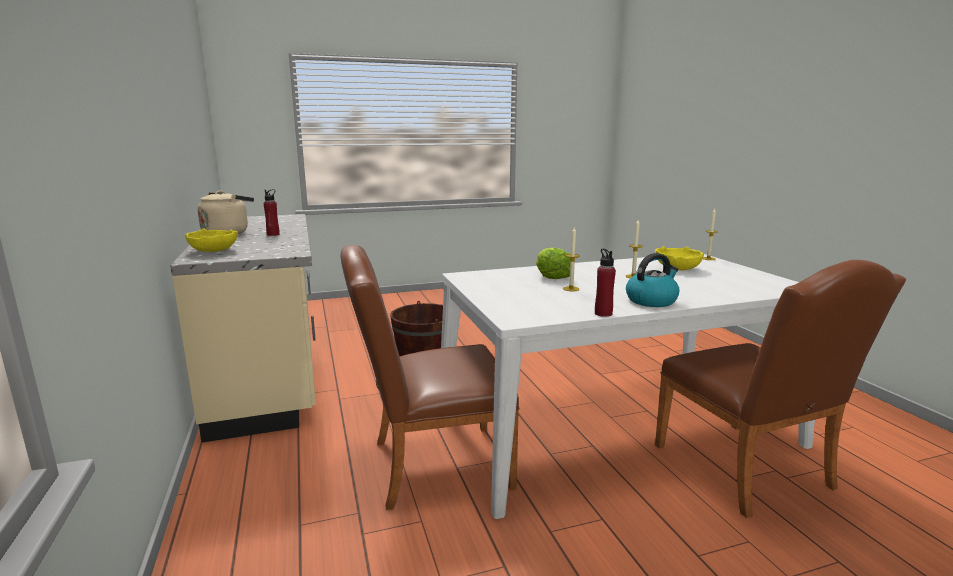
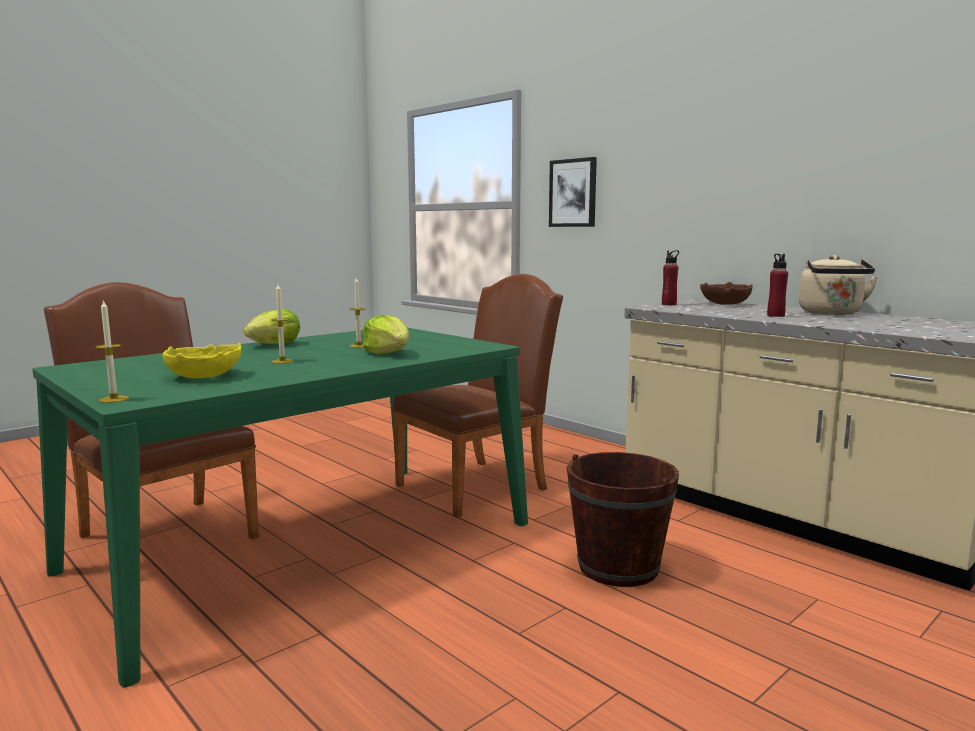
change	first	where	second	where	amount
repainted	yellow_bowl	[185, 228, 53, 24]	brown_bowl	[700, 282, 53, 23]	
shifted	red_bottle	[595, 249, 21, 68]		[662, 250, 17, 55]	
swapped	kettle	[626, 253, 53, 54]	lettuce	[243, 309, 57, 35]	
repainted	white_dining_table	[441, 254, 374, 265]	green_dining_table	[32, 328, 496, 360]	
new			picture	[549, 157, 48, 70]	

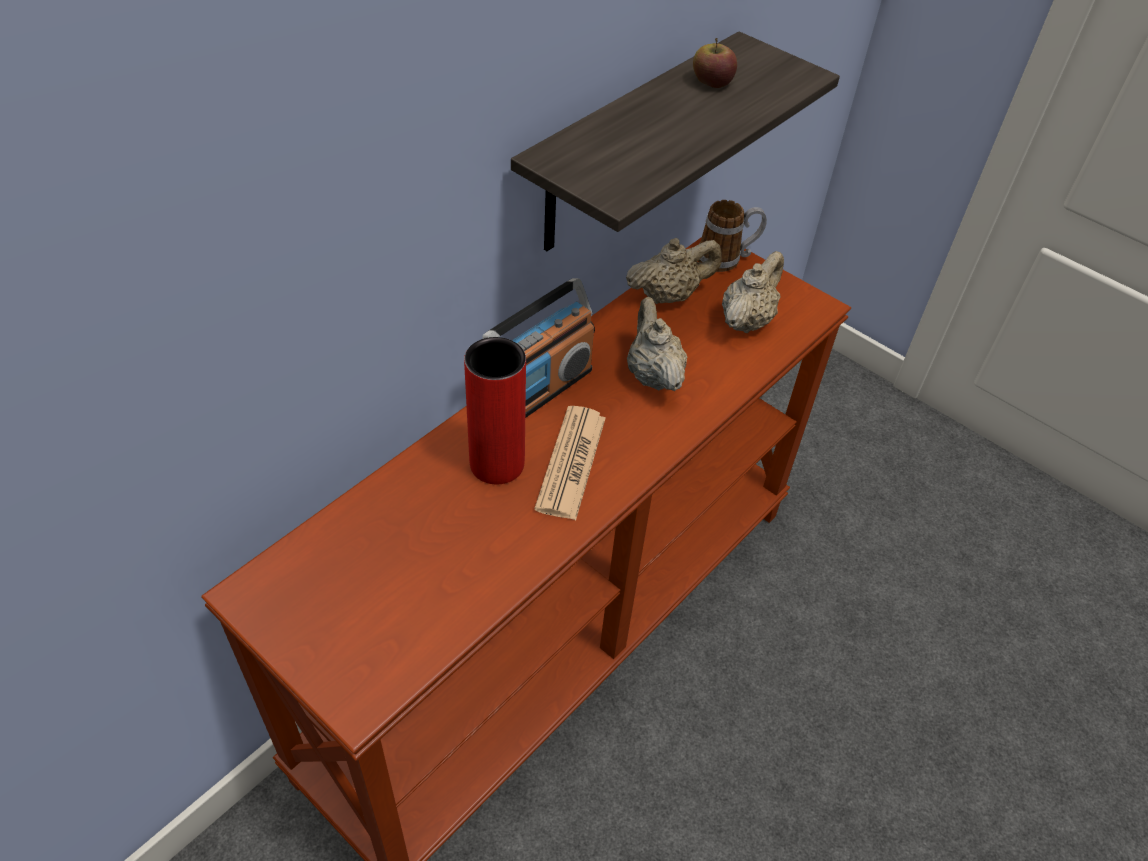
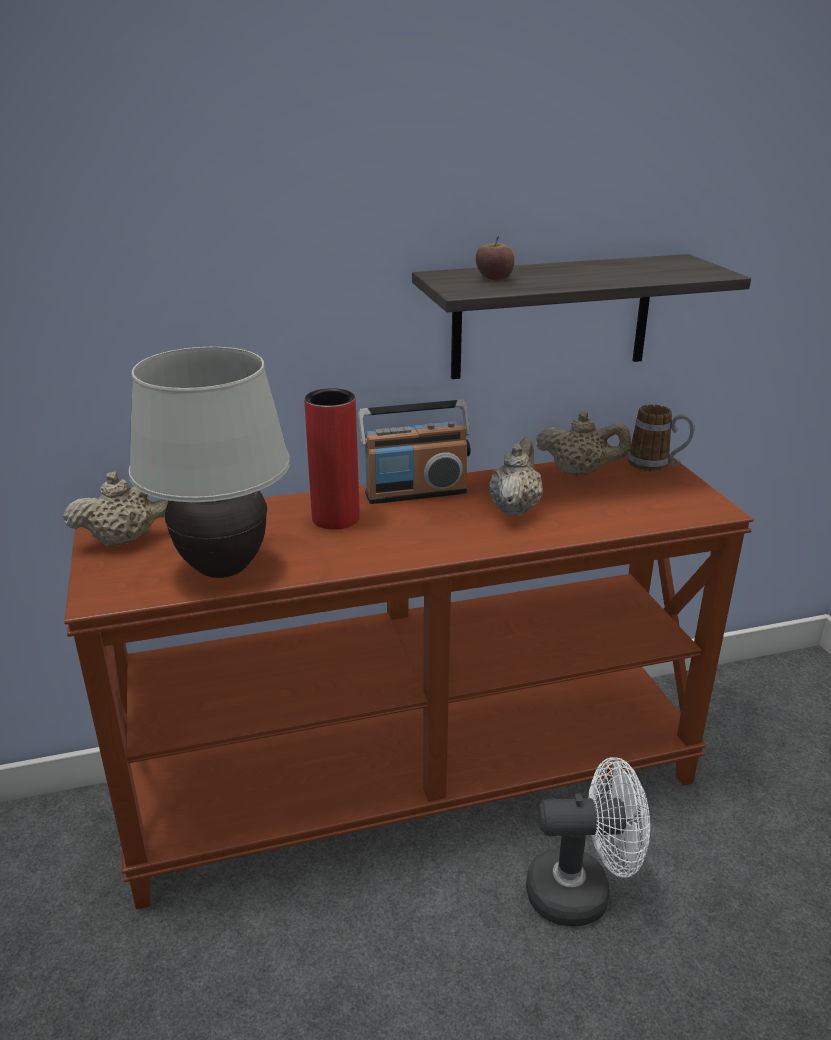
change	first	where	second	where	amount
shifted	apple	[693, 38, 44, 50]		[476, 237, 38, 44]	
shifted	beige_teapot	[722, 251, 62, 82]		[63, 471, 106, 76]	
gone	newspaper	[534, 406, 72, 114]			
new			white_table_lamp	[129, 347, 161, 231]	
new			white_fan	[526, 757, 124, 170]	

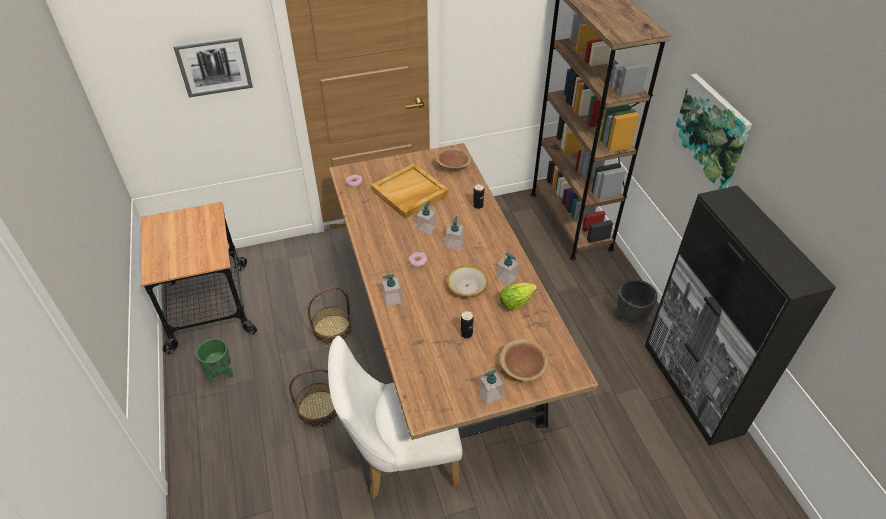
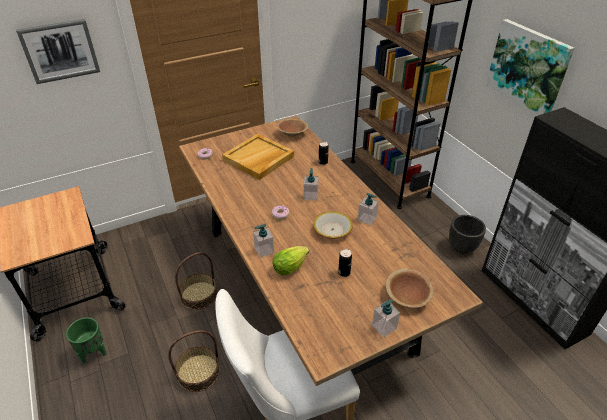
change	first	where	second	where	amount
gone	soap_dispenser	[416, 201, 20, 34]			
shifted	lettuce	[500, 283, 37, 27]		[273, 246, 36, 29]	

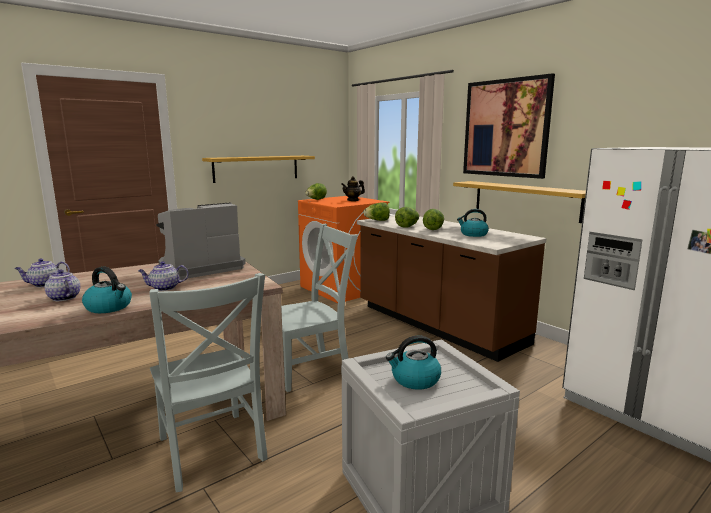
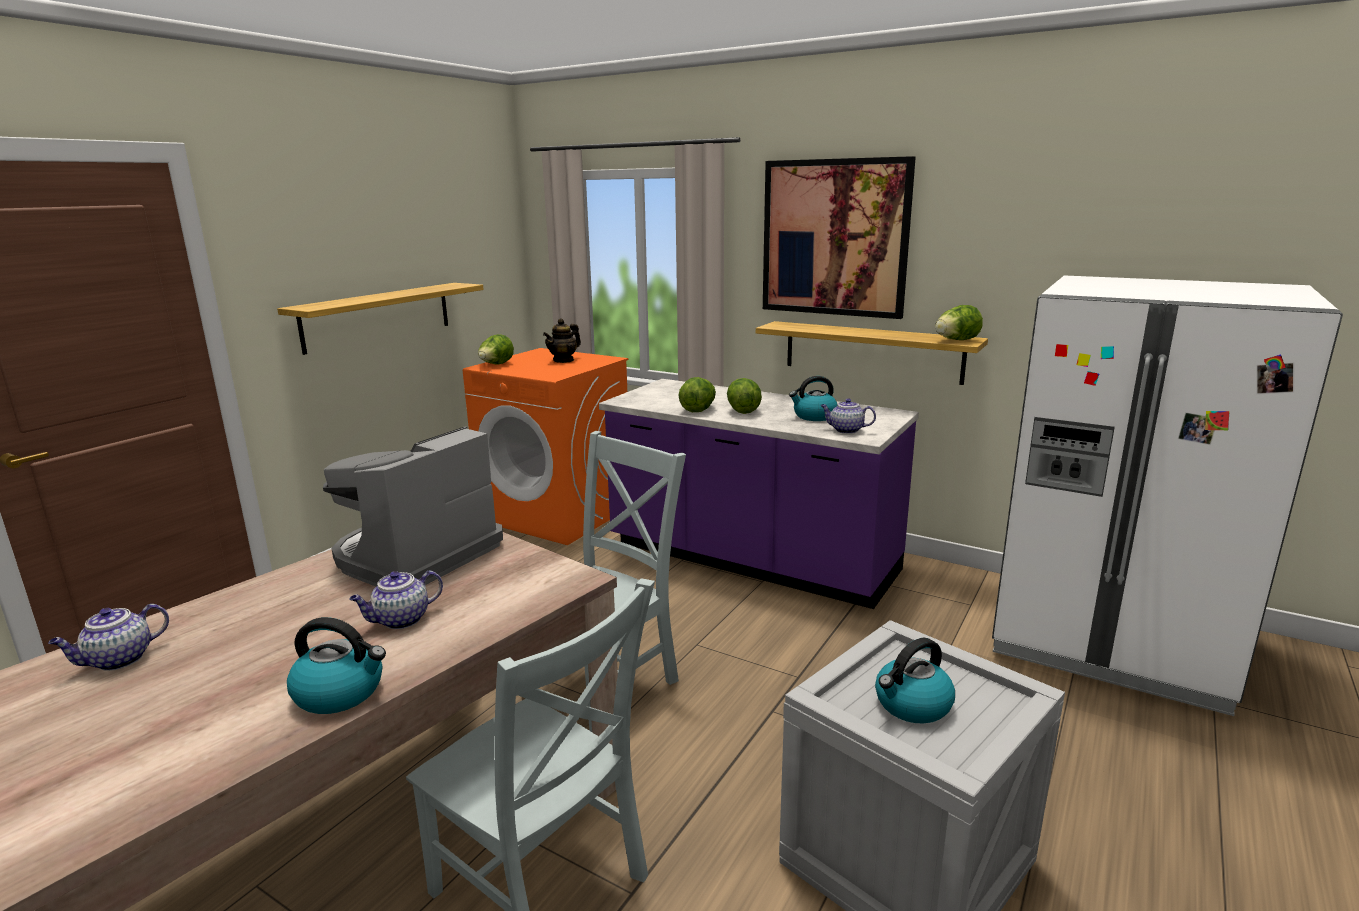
change	first	where	second	where	amount
shifted	lettuce	[364, 203, 26, 18]		[935, 305, 48, 35]	
repainted	brown_counter	[357, 215, 189, 147]	purple_counter	[599, 379, 320, 230]	
shifted	teapot	[45, 270, 35, 31]		[820, 398, 56, 36]	

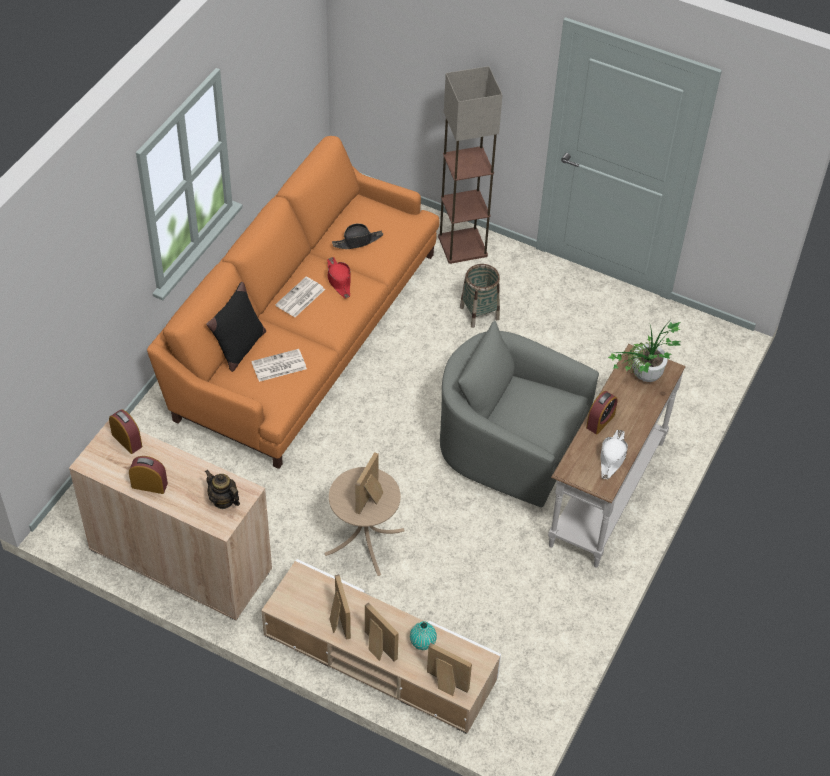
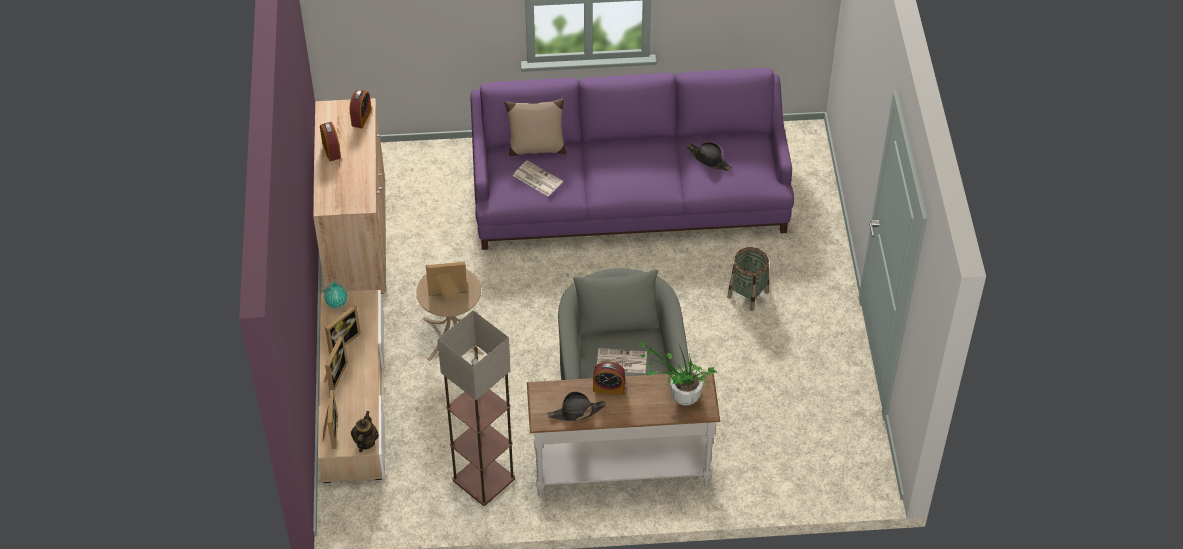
change	first	where	second	where	amount
shifted	floor_lamp	[438, 66, 64, 198]		[437, 310, 78, 196]	
repainted	orange_sofa	[147, 136, 293, 333]	purple_sofa	[470, 68, 324, 182]	
gone	red_hat	[327, 257, 24, 41]			
shifted	newspaper	[275, 277, 50, 40]		[597, 348, 50, 25]	
repainted	black_pillow	[206, 282, 60, 90]	beige_pillow	[504, 99, 62, 57]	
repainted	white_hat	[600, 430, 28, 49]	black_hat	[547, 391, 59, 30]	
shifted	teapot	[205, 470, 35, 39]		[351, 411, 28, 41]	
shifted	turquoise_vase	[410, 621, 27, 29]		[324, 282, 23, 26]	

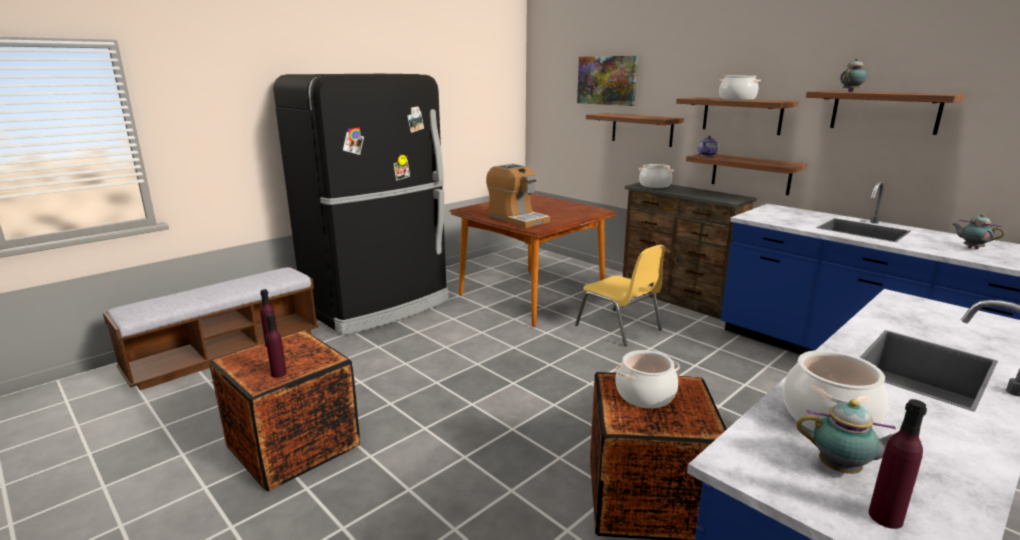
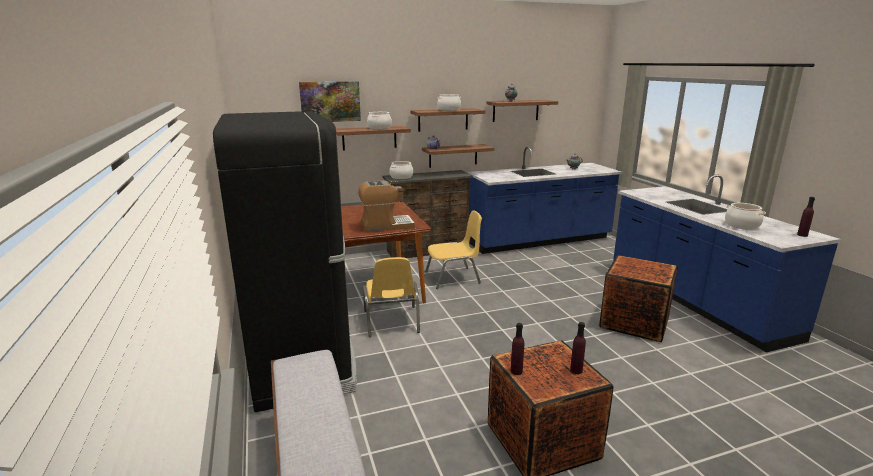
change	first	where	second	where	amount
shifted	cooking_pot	[615, 350, 65, 58]		[367, 112, 25, 17]	
gone	teapot	[797, 399, 99, 75]			
new			yellow_chair	[363, 257, 57, 80]	

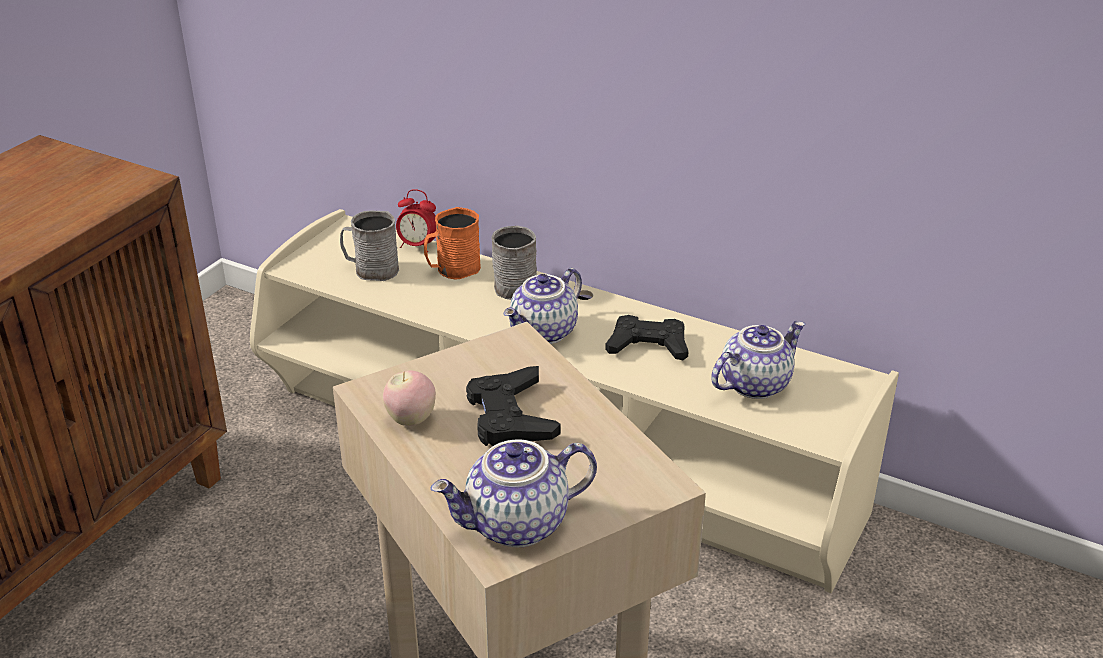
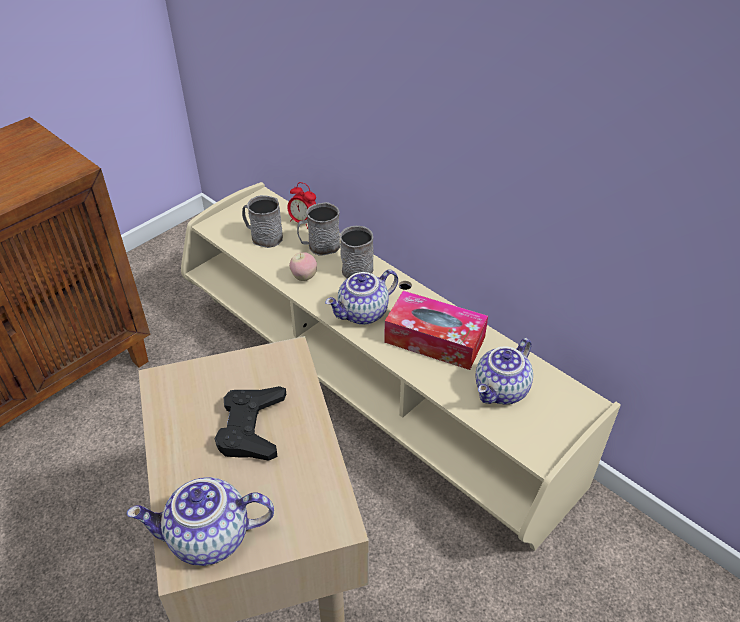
change	first	where	second	where	amount
repainted	orange_mug	[424, 207, 57, 73]	grey_mug	[297, 202, 43, 53]	
swapped	black_game_controller	[605, 315, 84, 45]	tissue_box	[384, 291, 104, 79]	
rotated	teapot	[711, 321, 94, 78]		[475, 338, 58, 66]	150 degrees clockwise
shifted	apple	[383, 370, 53, 56]		[289, 252, 28, 29]	

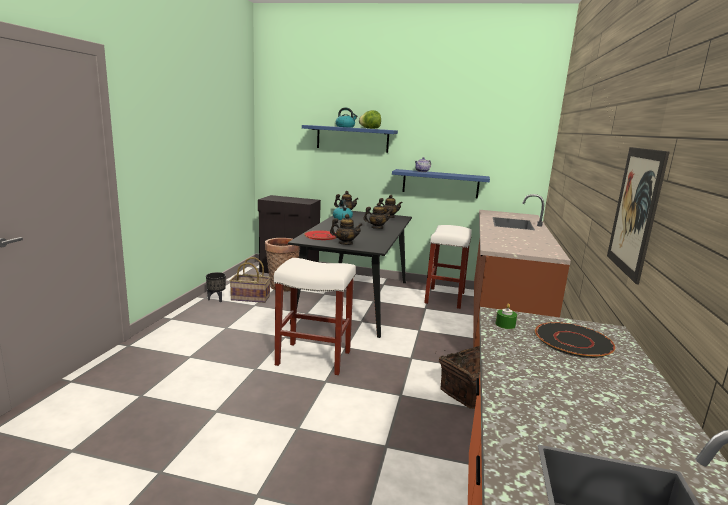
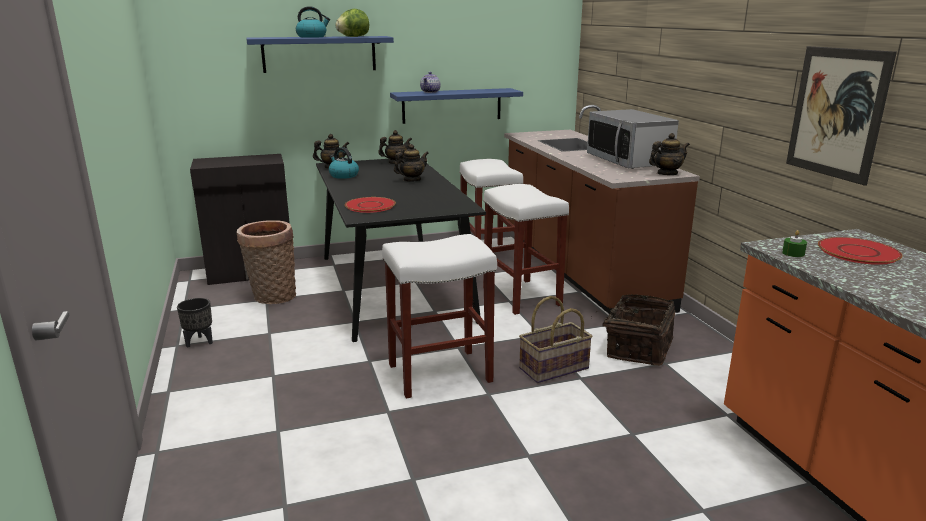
change	first	where	second	where	amount
shifted	teapot	[330, 214, 33, 31]		[649, 133, 41, 42]	
shifted	basket	[230, 257, 41, 46]		[519, 296, 73, 87]	
repainted	black_plate	[535, 322, 80, 36]	red_plate	[818, 237, 85, 28]	
new			microwave	[587, 109, 92, 60]	
new			white_stool	[483, 184, 86, 131]	

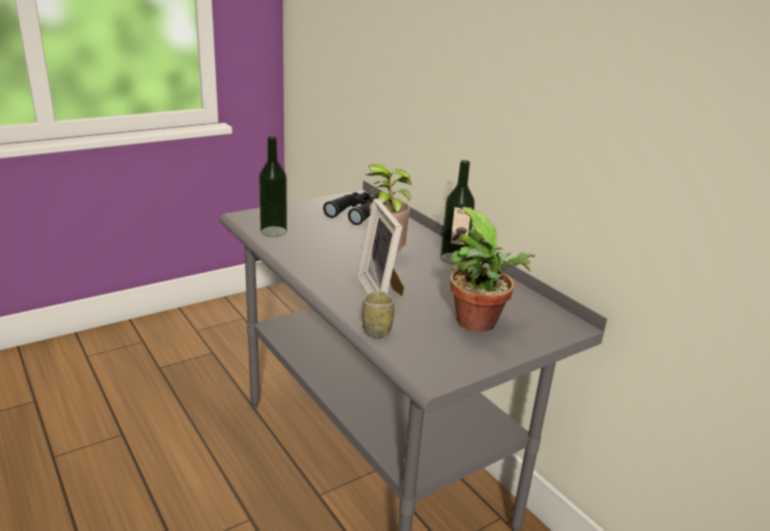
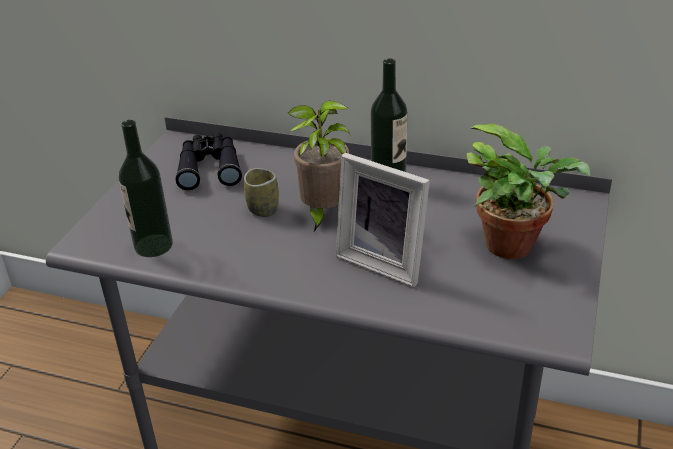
change	first	where	second	where	amount
shifted	cup	[362, 291, 32, 47]		[244, 168, 35, 49]	

